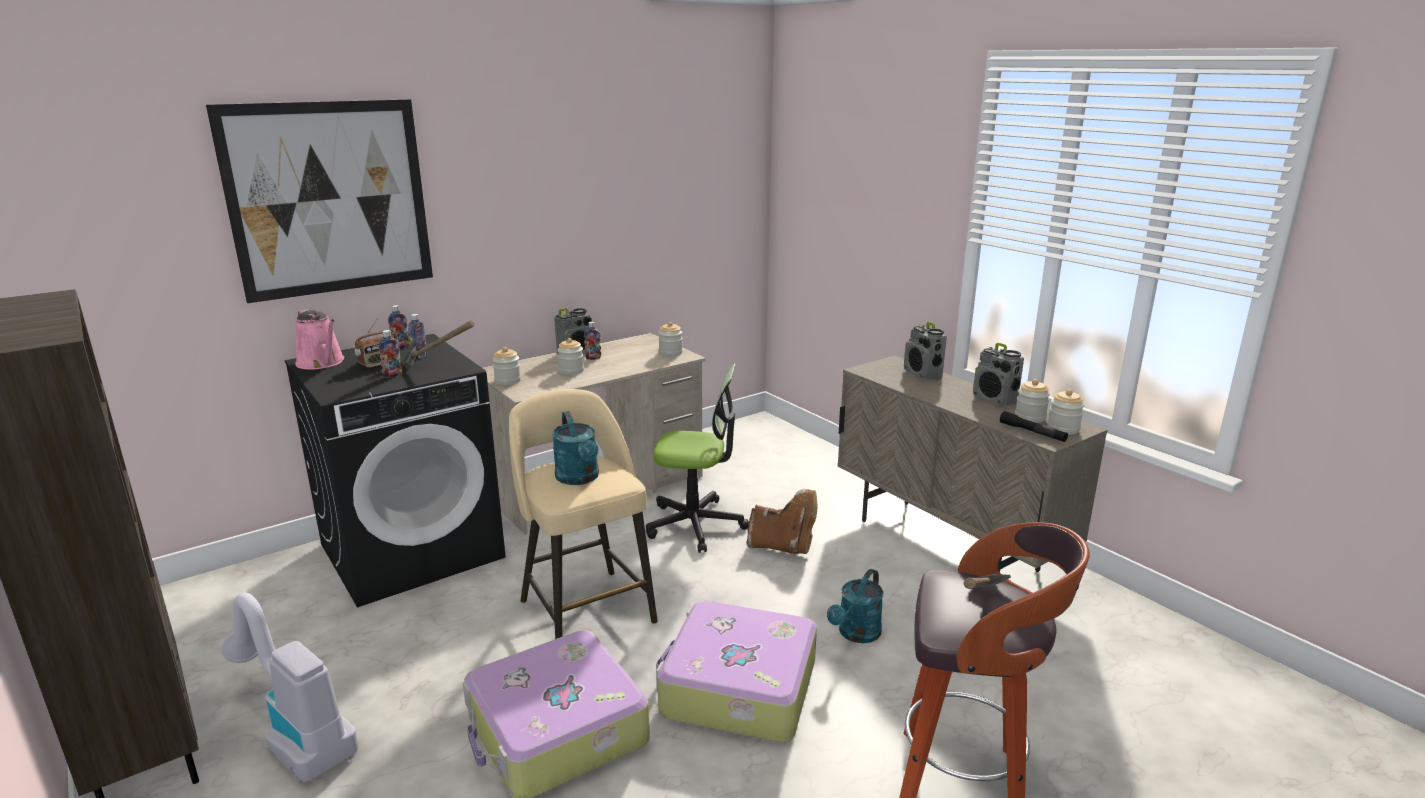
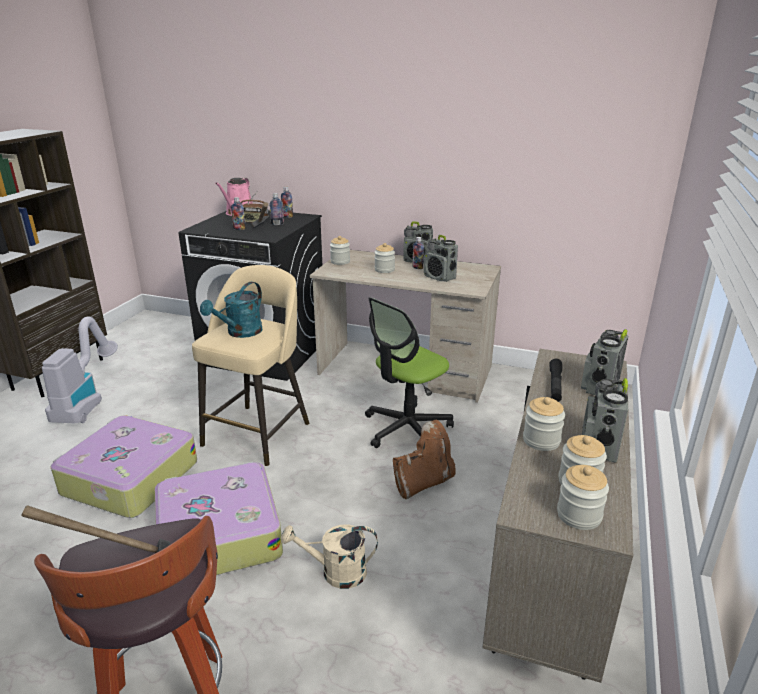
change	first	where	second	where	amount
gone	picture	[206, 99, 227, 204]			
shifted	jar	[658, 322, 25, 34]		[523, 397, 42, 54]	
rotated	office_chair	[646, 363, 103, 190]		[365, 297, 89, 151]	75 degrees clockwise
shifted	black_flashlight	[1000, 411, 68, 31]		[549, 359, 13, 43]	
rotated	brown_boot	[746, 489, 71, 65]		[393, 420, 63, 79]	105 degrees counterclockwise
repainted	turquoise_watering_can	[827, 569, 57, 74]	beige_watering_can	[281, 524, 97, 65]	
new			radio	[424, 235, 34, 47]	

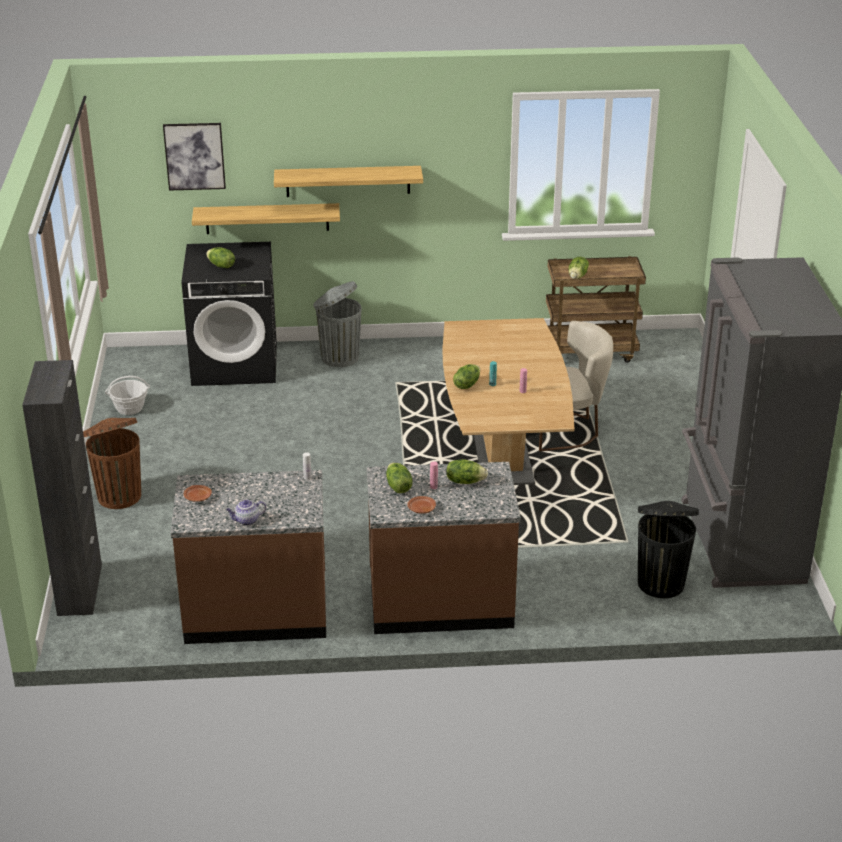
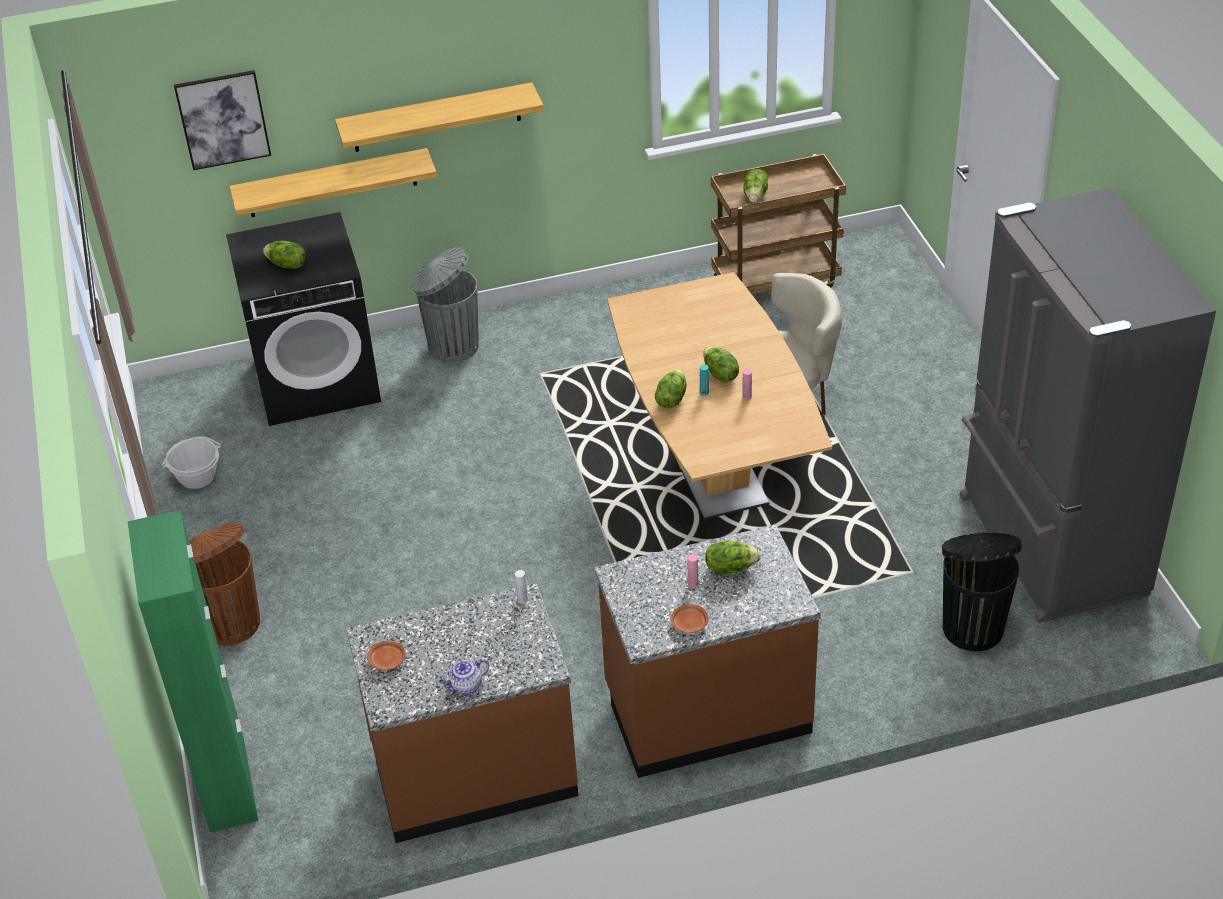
change	first	where	second	where	amount
repainted	black_cabinet	[22, 360, 80, 256]	green_cabinet	[128, 510, 130, 323]	
shifted	lettuce	[386, 463, 27, 30]		[703, 347, 36, 35]	

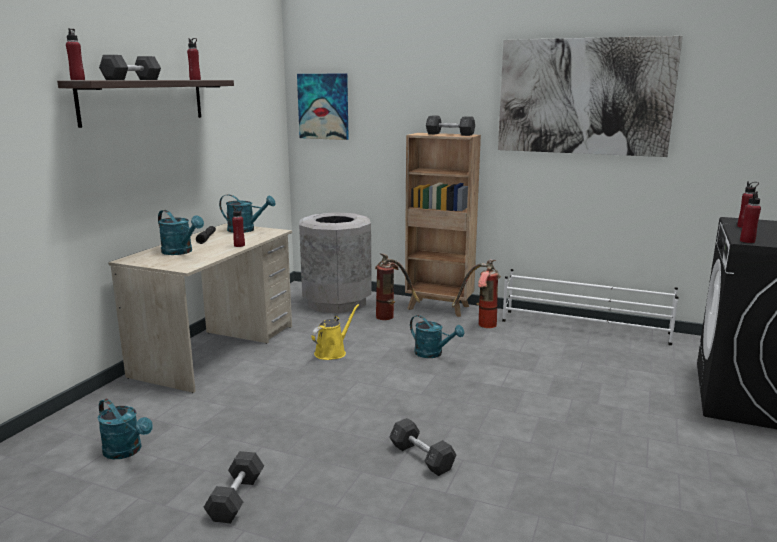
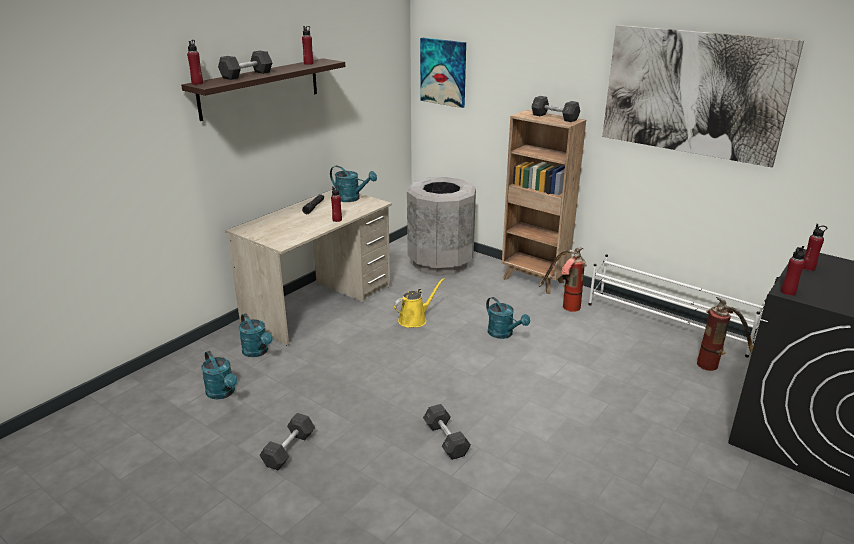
change	first	where	second	where	amount
shifted	turquoise_watering_can	[158, 210, 46, 45]		[239, 313, 34, 44]	
shifted	fire_extinguisher	[375, 253, 45, 67]		[697, 297, 56, 74]	

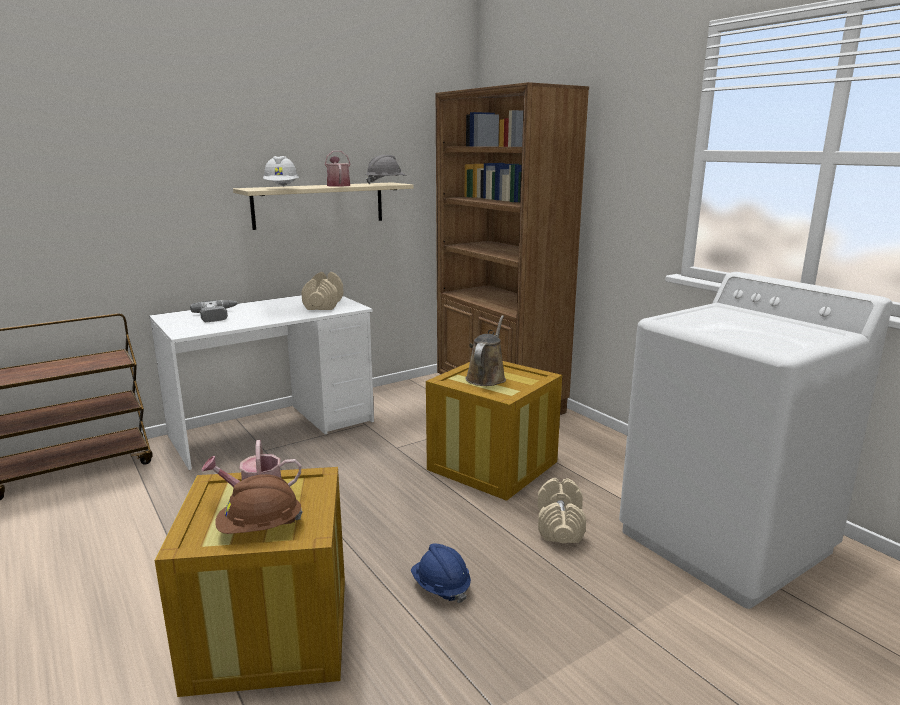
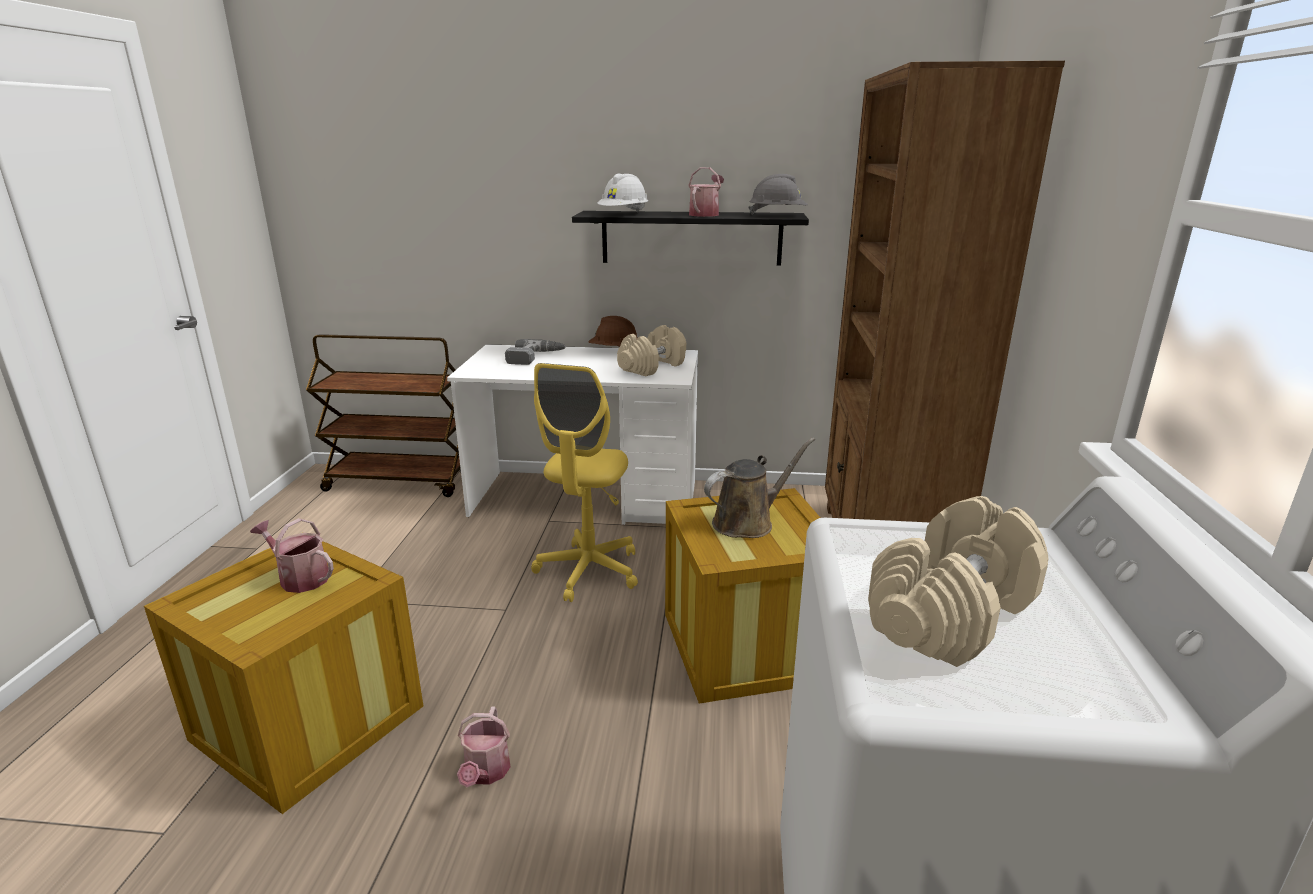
change	first	where	second	where	amount
repainted	beige_shelf	[233, 182, 180, 48]	black_shelf	[572, 211, 237, 55]	
shifted	brown_hard_hat	[215, 474, 88, 60]		[588, 316, 49, 31]	
shifted	beige_dumbbell	[538, 478, 48, 65]		[868, 496, 181, 171]	
swapped	blue_hard_hat	[411, 543, 60, 60]	watering_can	[457, 706, 54, 81]	
new			yellow_office_chair	[531, 363, 107, 239]	

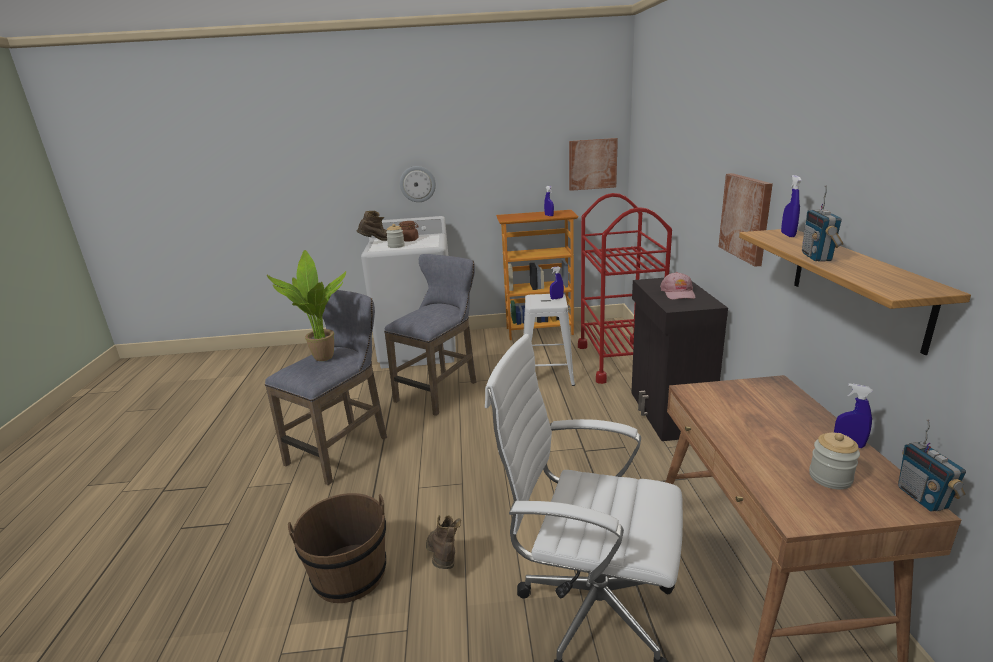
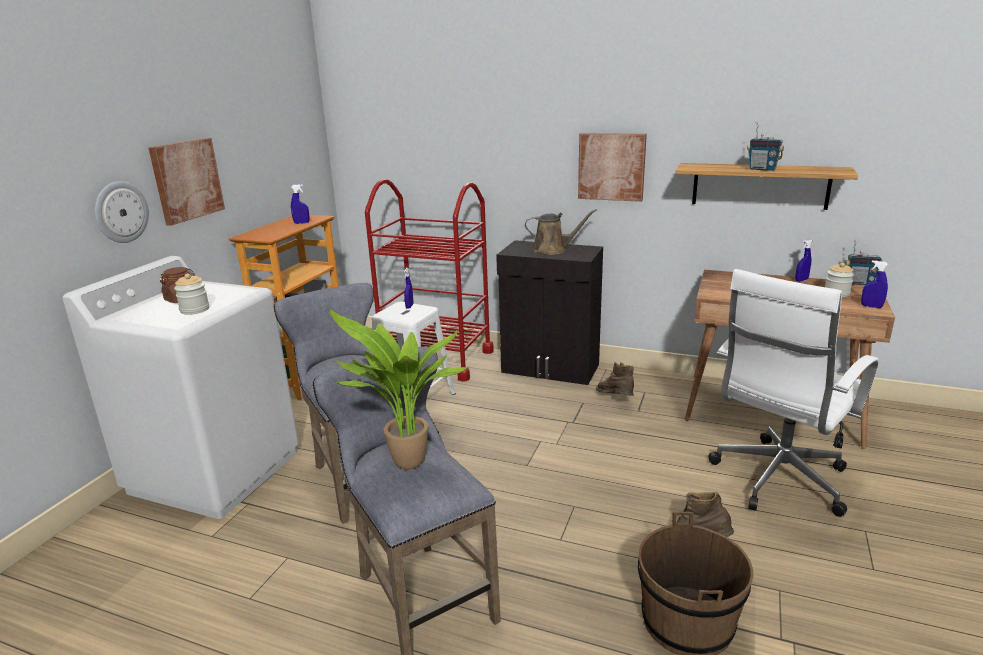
change	first	where	second	where	amount
shifted	picture	[569, 138, 49, 53]		[148, 138, 77, 88]	
shifted	blue_spray_bottle	[781, 175, 21, 62]		[861, 260, 27, 48]	
shifted	brown_boot	[356, 211, 31, 30]		[596, 362, 38, 34]	
swapped	pink_cap	[660, 272, 36, 27]	brown_watering_can	[525, 209, 72, 46]	

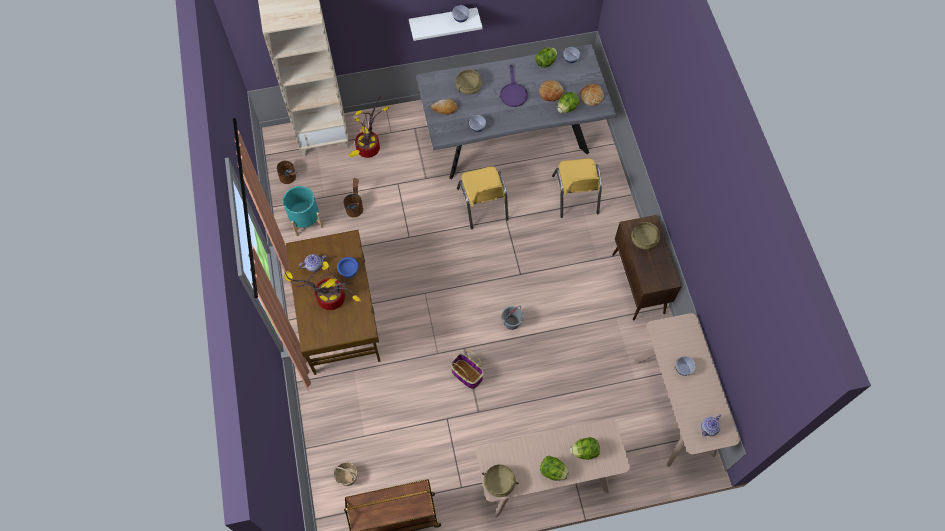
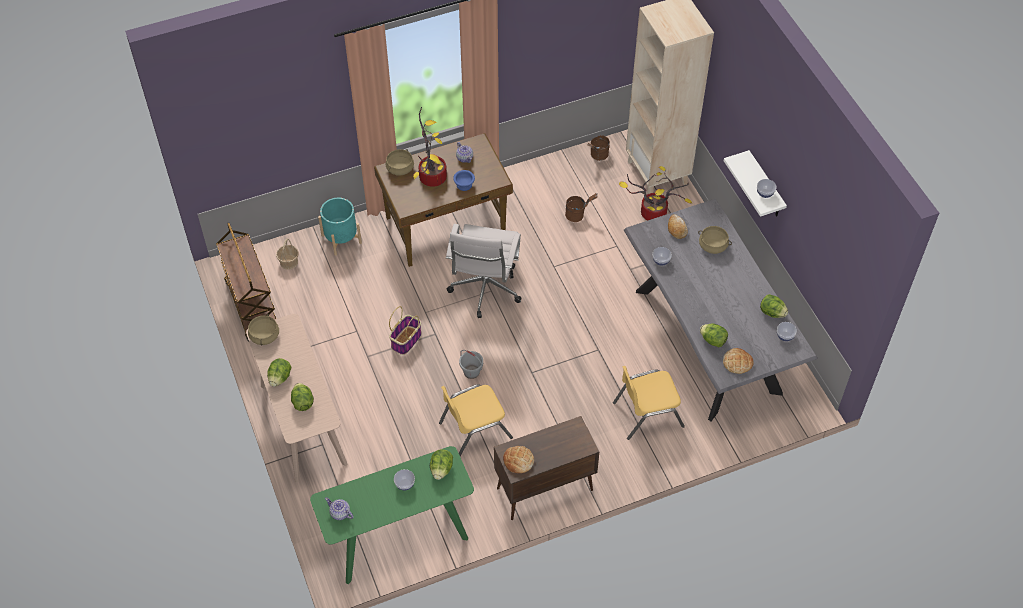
change	first	where	second	where	amount
gone	purple_frying_pan	[500, 64, 28, 43]			
shifted	bread	[539, 80, 25, 21]		[503, 446, 31, 27]	
shifted	yellow_chair	[457, 166, 52, 63]		[439, 384, 74, 72]	
shifted	turquoise_planter	[283, 186, 40, 50]		[318, 198, 44, 58]	
shifted	beige_cooking_pot	[631, 222, 29, 28]		[385, 149, 29, 27]	
repainted	beige_console_table	[635, 313, 105, 154]	green_console_table	[310, 446, 164, 138]	
new			white_office_chair	[446, 224, 75, 94]	
new			lettuce	[430, 449, 23, 31]	

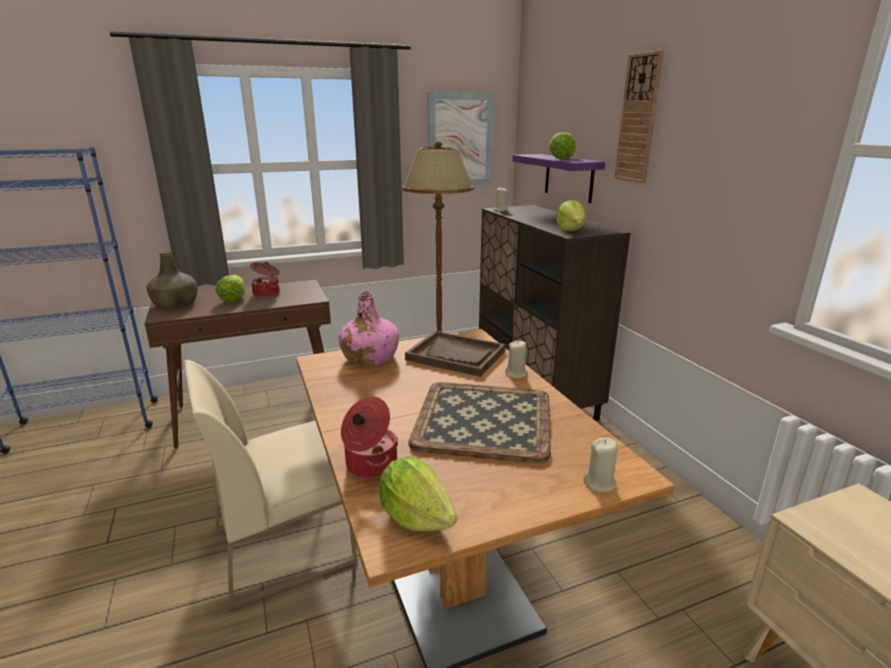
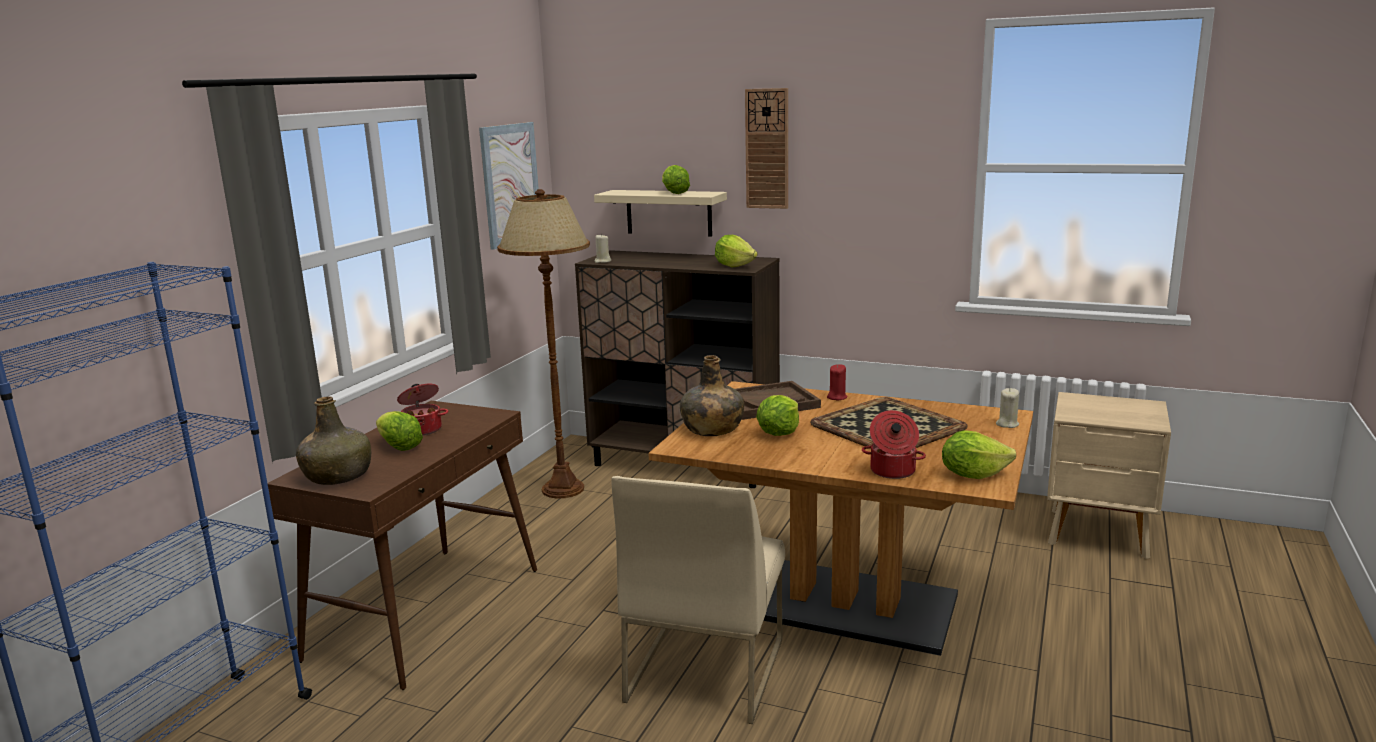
change	first	where	second	where	amount
repainted	purple_shelf	[513, 154, 92, 49]	beige_shelf	[594, 190, 133, 47]	
repainted	pink_bottle	[339, 291, 60, 75]	green_bottle	[680, 355, 64, 81]	
repainted	beige_candle	[505, 340, 23, 38]	red_candle	[827, 364, 20, 36]	
new			lettuce	[756, 395, 43, 41]	

